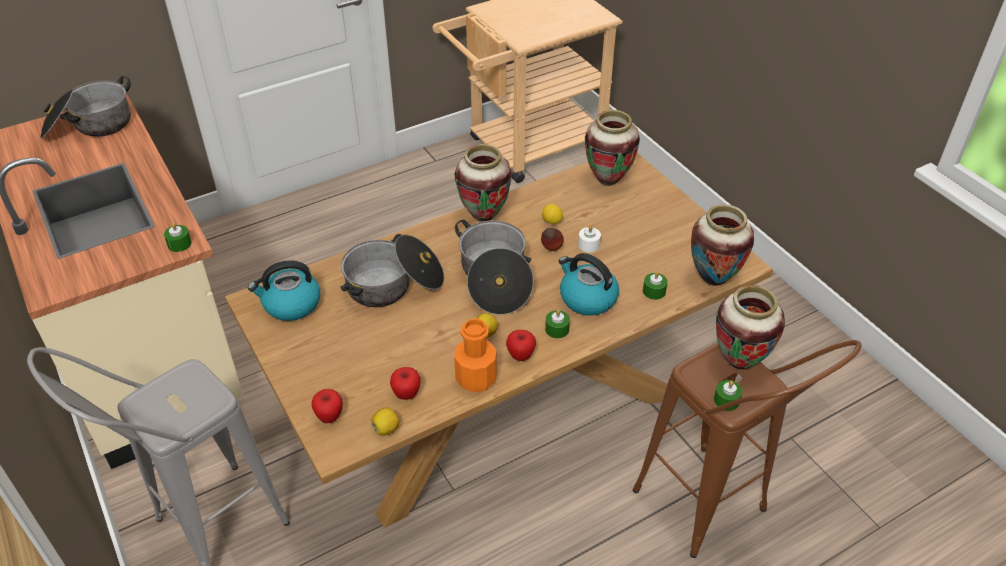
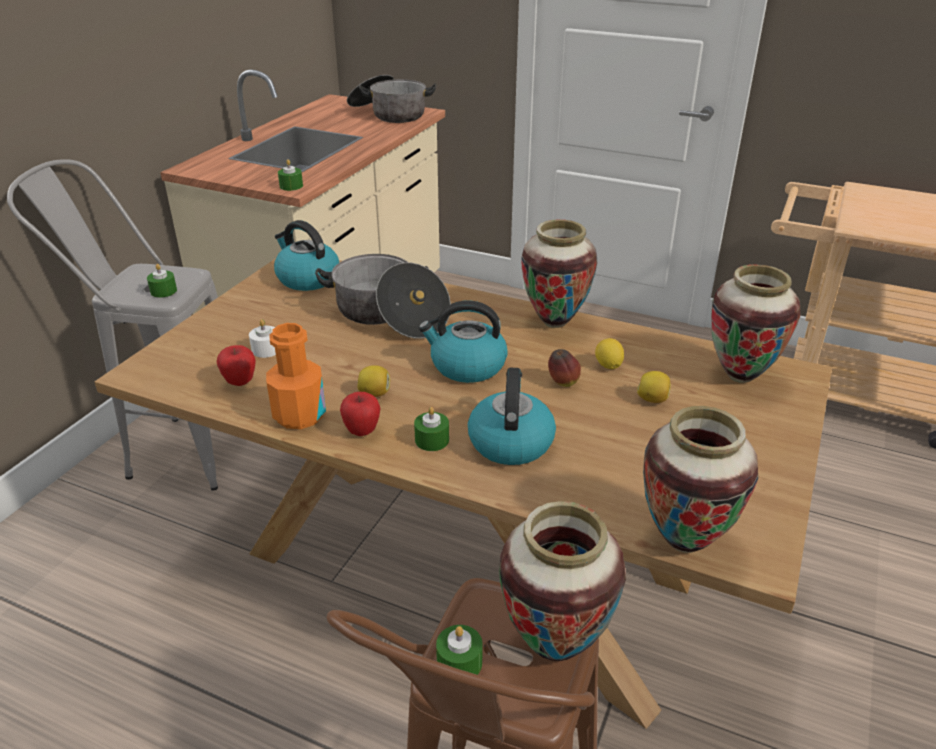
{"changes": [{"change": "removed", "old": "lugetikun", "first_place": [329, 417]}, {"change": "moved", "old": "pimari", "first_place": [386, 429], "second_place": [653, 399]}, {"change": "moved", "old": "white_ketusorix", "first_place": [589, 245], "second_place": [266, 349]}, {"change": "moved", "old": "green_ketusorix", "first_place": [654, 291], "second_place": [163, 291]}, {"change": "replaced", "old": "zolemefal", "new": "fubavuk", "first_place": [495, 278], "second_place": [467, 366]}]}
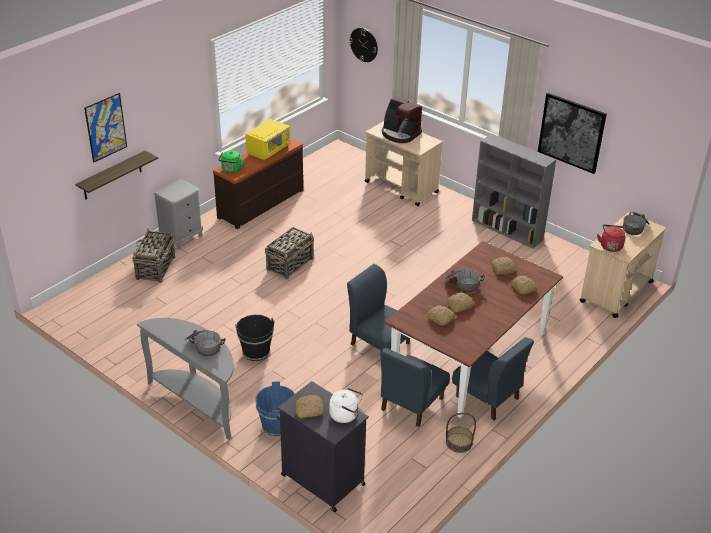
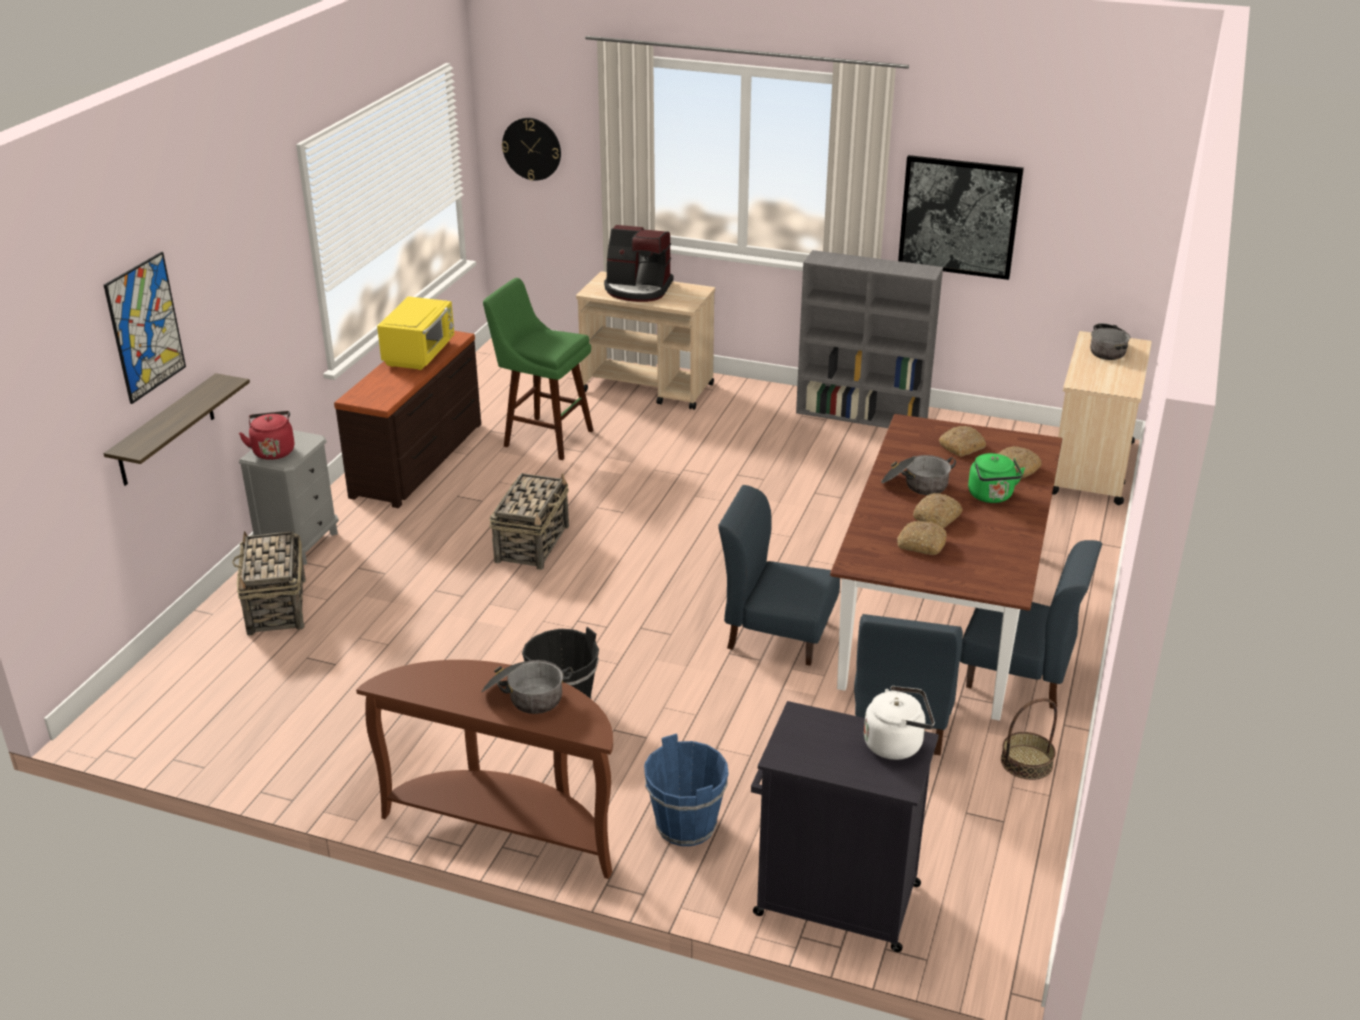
{"changes": [{"change": "removed", "old": "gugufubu", "first_place": [309, 410]}, {"change": "added", "new": "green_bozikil", "second_place": [543, 437]}, {"change": "moved", "old": "green_fubavuk", "first_place": [231, 170], "second_place": [991, 496]}, {"change": "moved", "old": "red_fubavuk", "first_place": [610, 246], "second_place": [273, 451]}, {"change": "recoloured", "old": "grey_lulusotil", "new": "brown_lulusotil", "first_place": [199, 402], "second_place": [507, 825]}]}
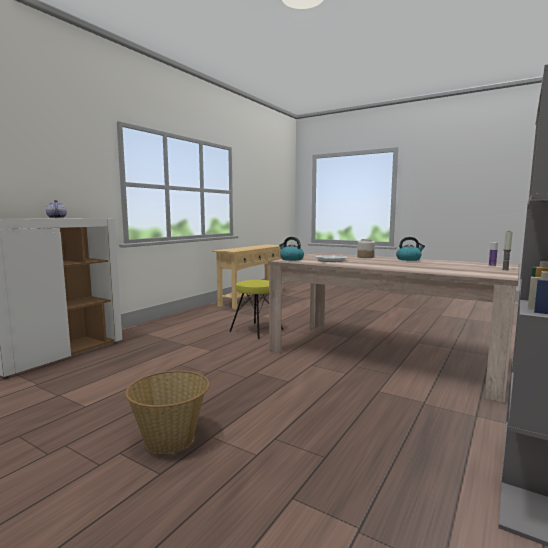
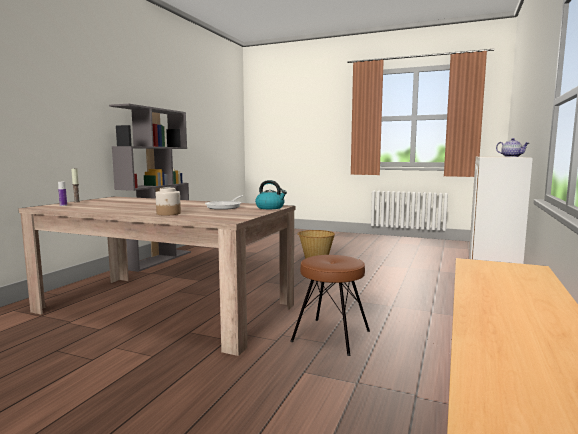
{"changes": [{"change": "removed", "old": "fubavuk", "first_place": [409, 259]}, {"change": "recoloured", "old": "yellow_bozikil", "new": "brown_bozikil", "first_place": [256, 330], "second_place": [331, 336]}]}
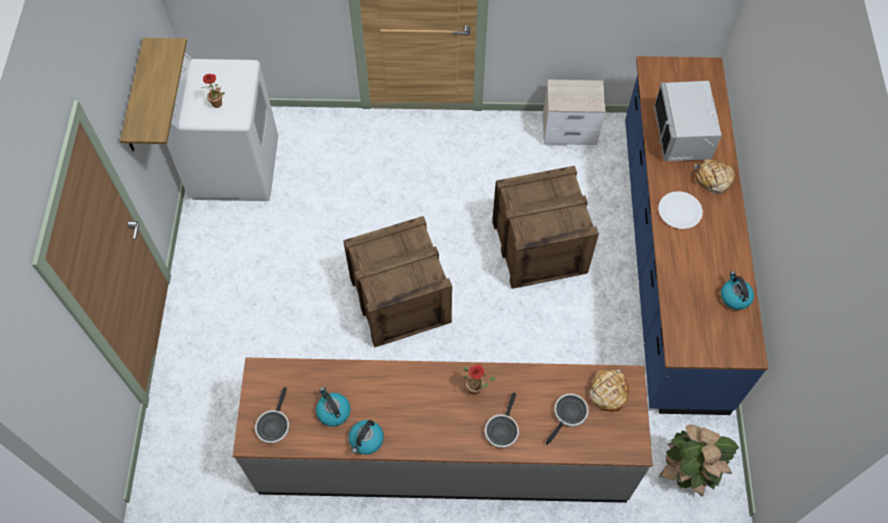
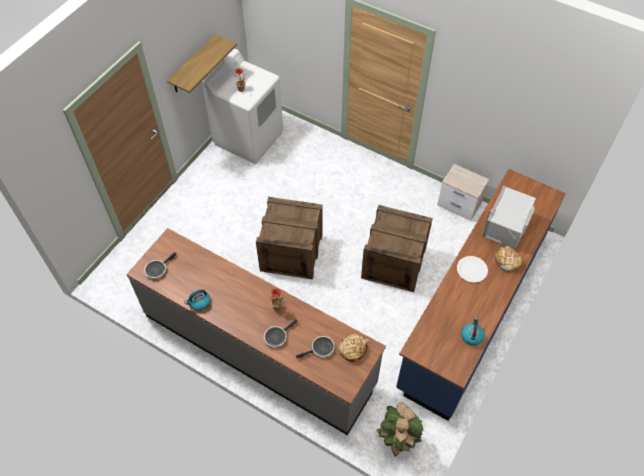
{"changes": [{"change": "removed", "old": "fubavuk", "first_place": [333, 411]}]}
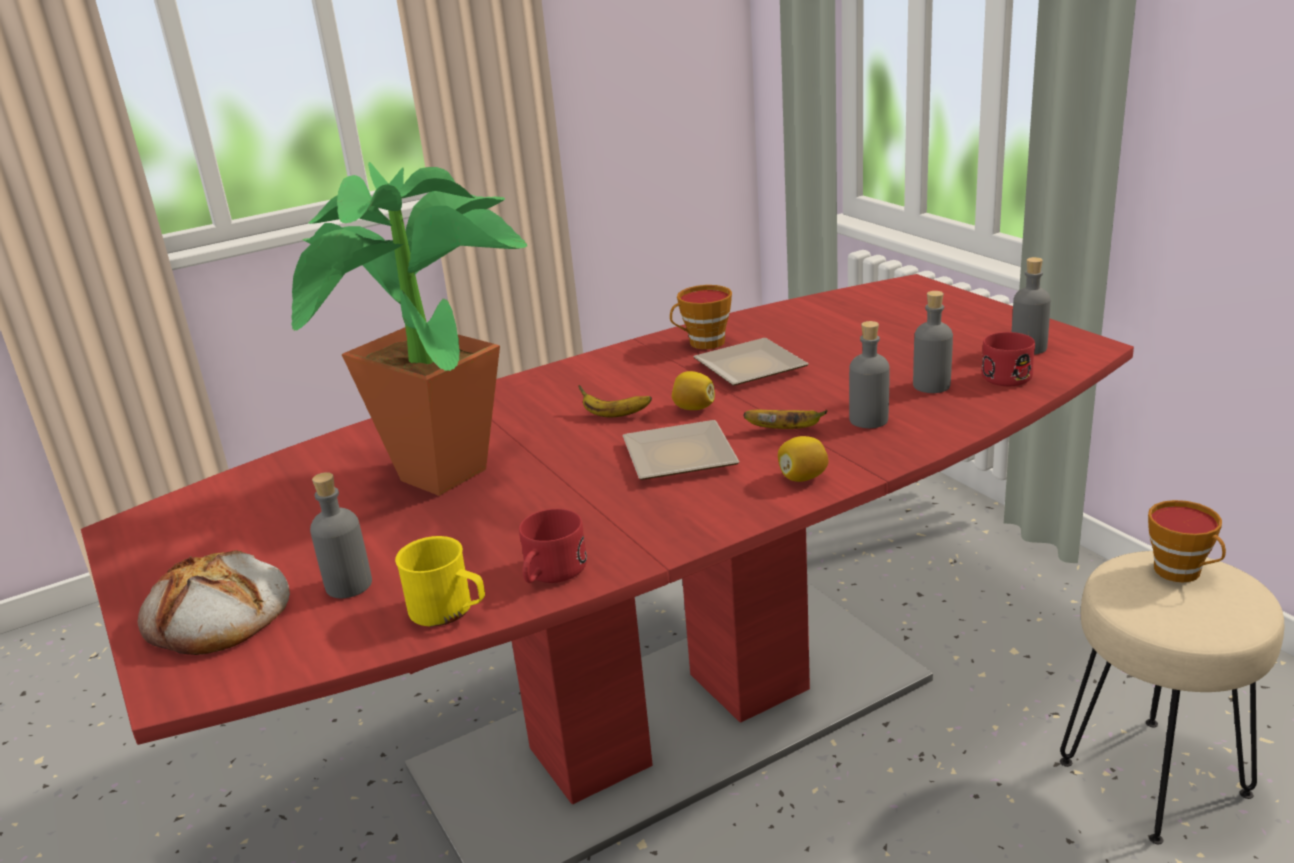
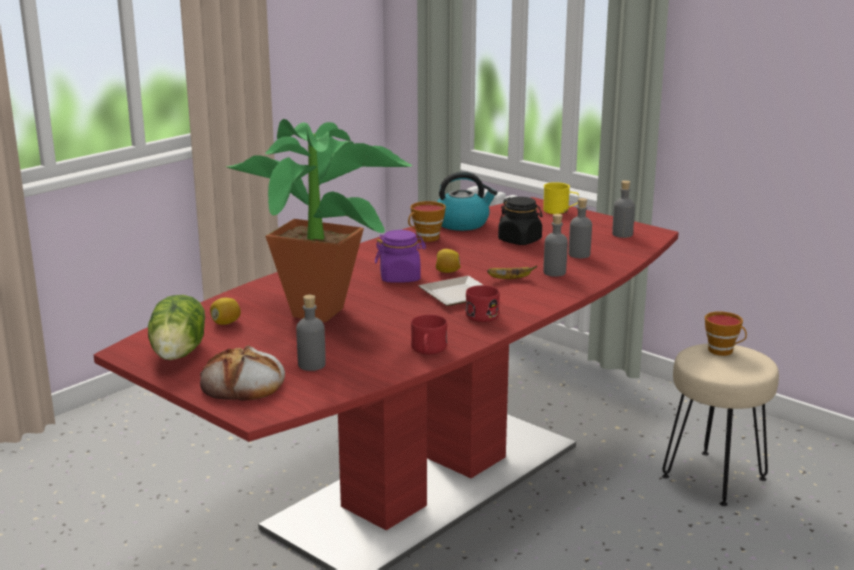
{"changes": [{"change": "removed", "old": "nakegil", "first_place": [754, 368]}, {"change": "added", "new": "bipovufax", "second_place": [179, 353]}, {"change": "added", "new": "fubavuk", "second_place": [462, 223]}, {"change": "added", "new": "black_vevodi", "second_place": [520, 240]}, {"change": "moved", "old": "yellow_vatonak", "first_place": [449, 610], "second_place": [560, 210]}, {"change": "moved", "old": "pimari", "first_place": [802, 478], "second_place": [225, 323]}, {"change": "moved", "old": "red_vatonak", "first_place": [1010, 374], "second_place": [484, 314]}, {"change": "replaced", "old": "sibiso", "new": "purple_vevodi", "first_place": [614, 415], "second_place": [400, 277]}]}
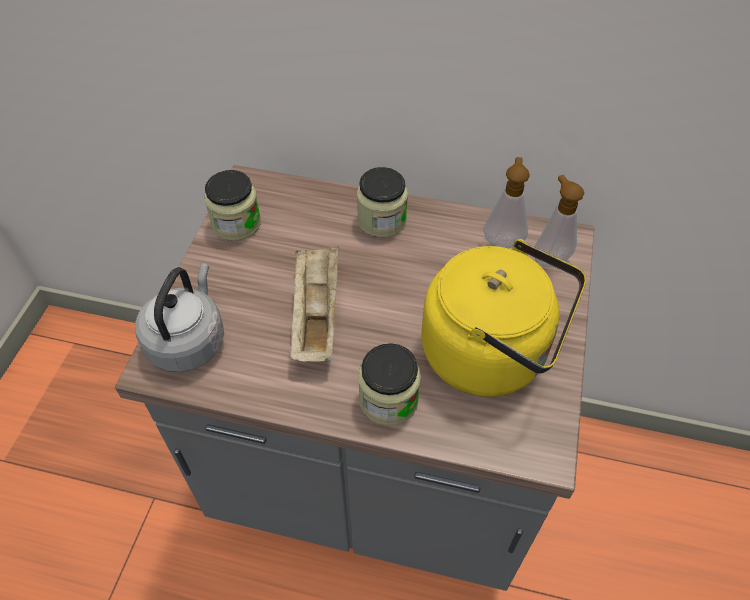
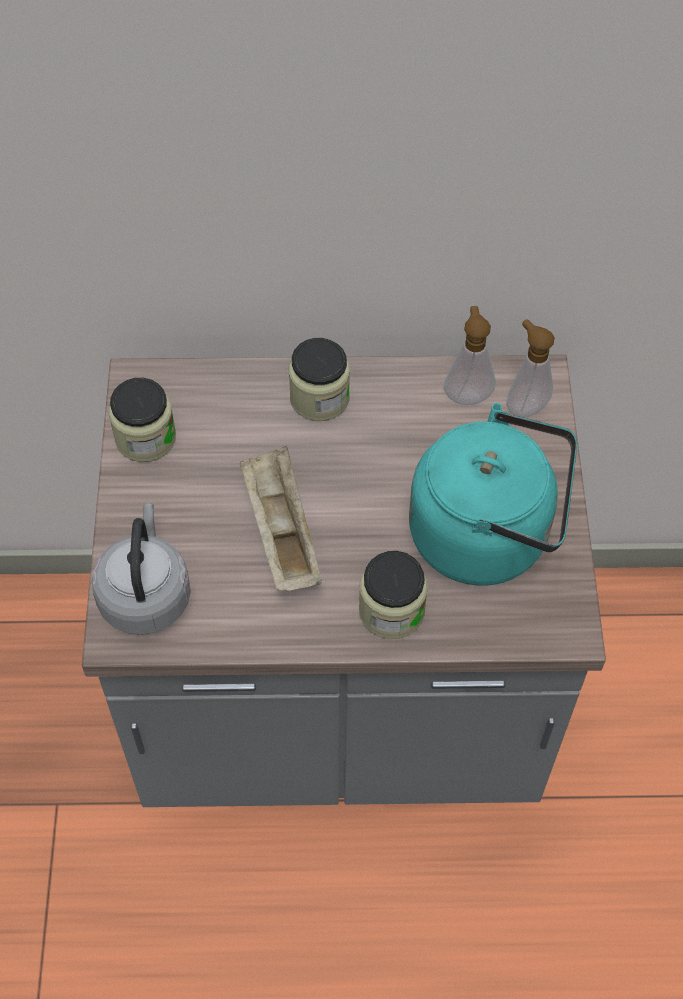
{"changes": [{"change": "recoloured", "old": "yellow_fubavuk", "new": "turquoise_fubavuk", "first_place": [491, 354], "second_place": [488, 535]}]}
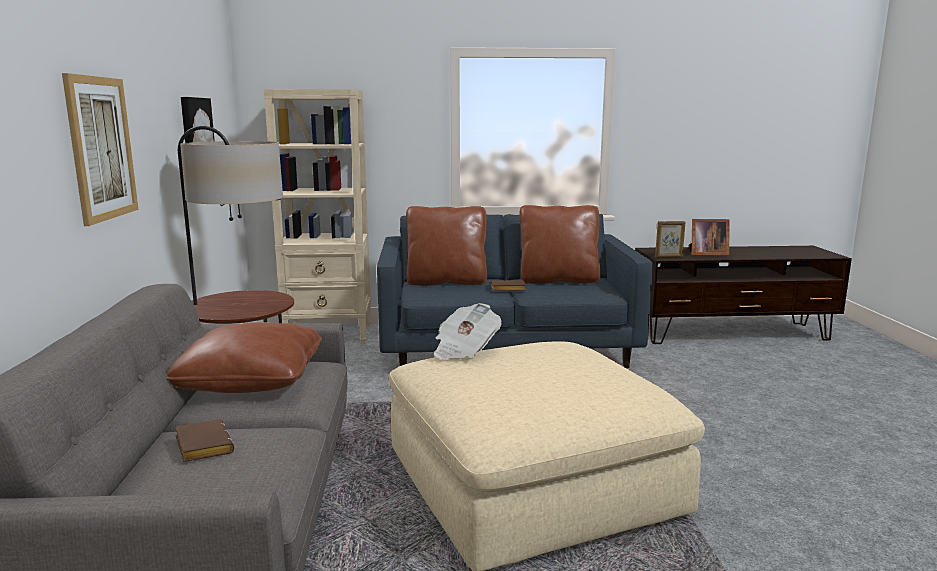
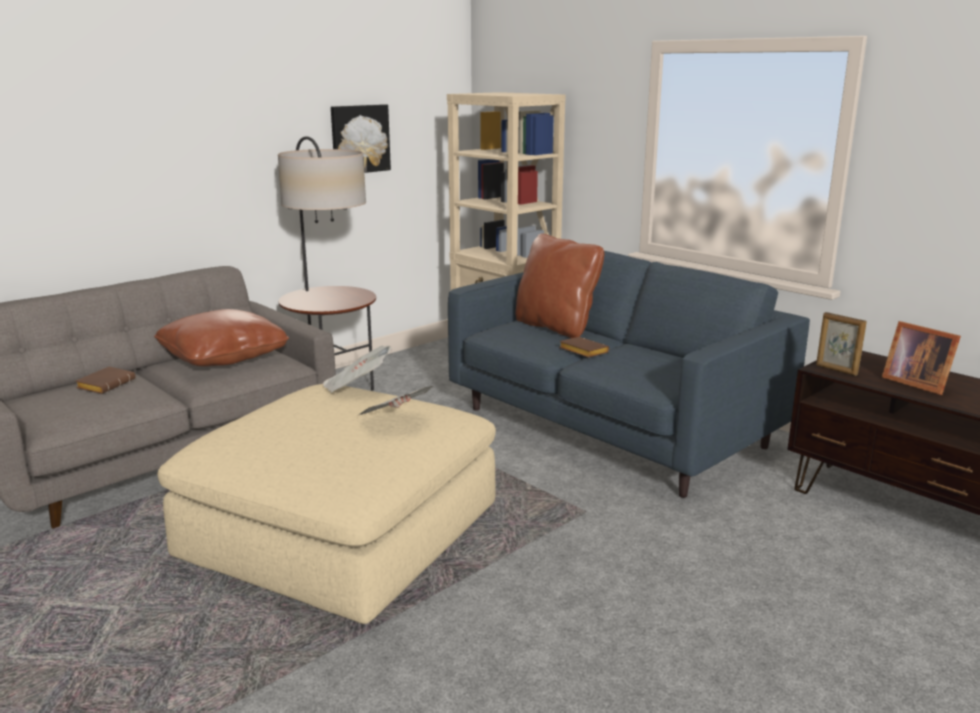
{"changes": [{"change": "removed", "old": "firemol", "first_place": [101, 148]}, {"change": "removed", "old": "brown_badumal", "first_place": [558, 280]}, {"change": "added", "new": "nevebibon", "second_place": [395, 420]}]}
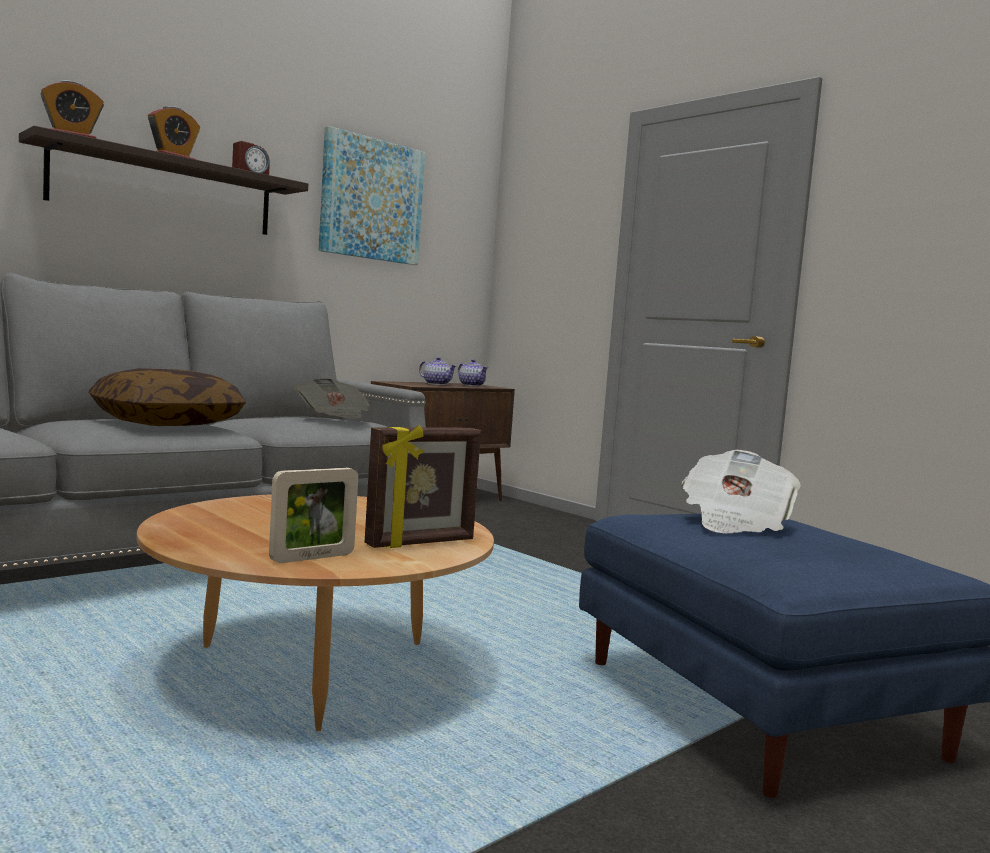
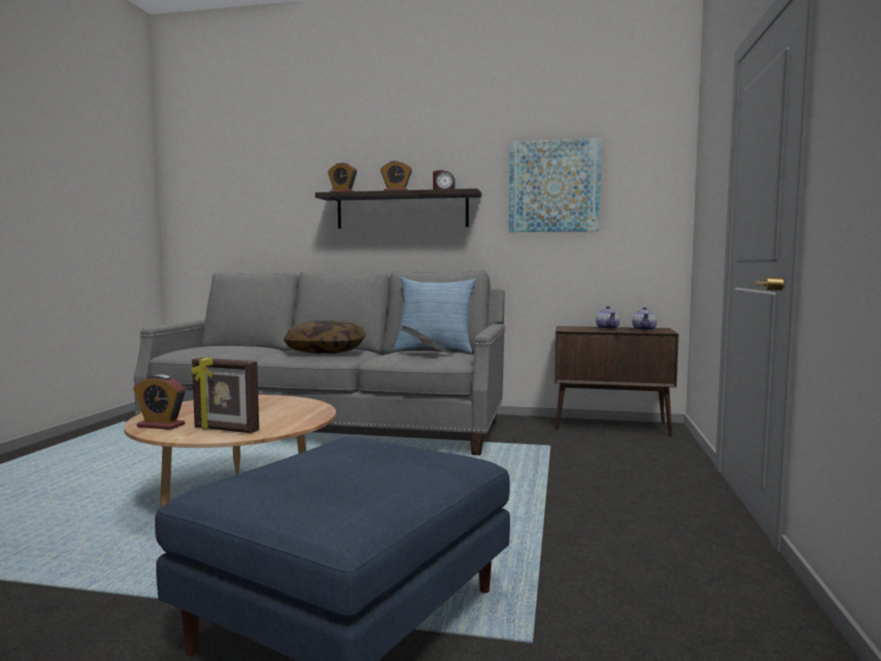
{"changes": [{"change": "removed", "old": "nevebibon", "first_place": [734, 523]}, {"change": "added", "new": "badumal", "second_place": [435, 349]}, {"change": "replaced", "old": "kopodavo", "new": "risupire", "first_place": [312, 557], "second_place": [161, 425]}]}
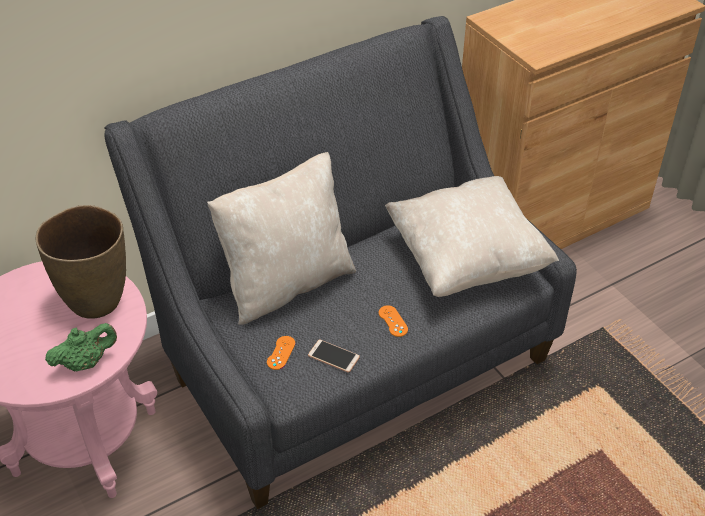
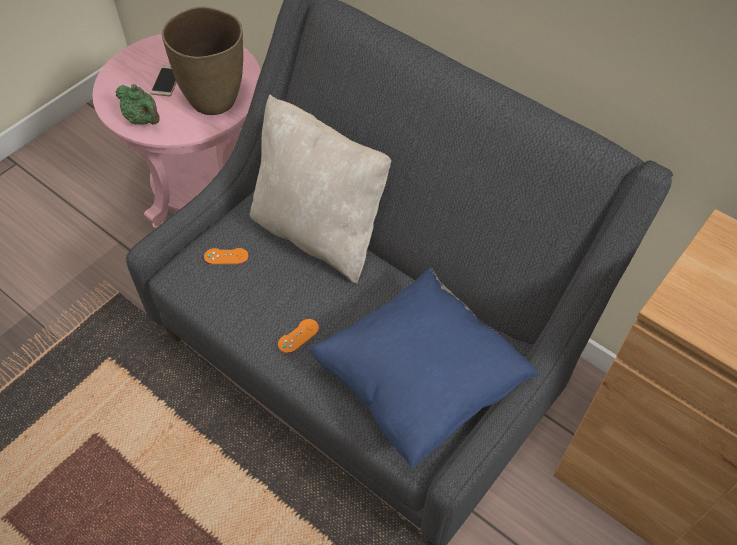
{"changes": [{"change": "moved", "old": "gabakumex", "first_place": [333, 356], "second_place": [166, 81]}, {"change": "recoloured", "old": "beige_badumal", "new": "blue_badumal", "first_place": [466, 260], "second_place": [419, 383]}]}
